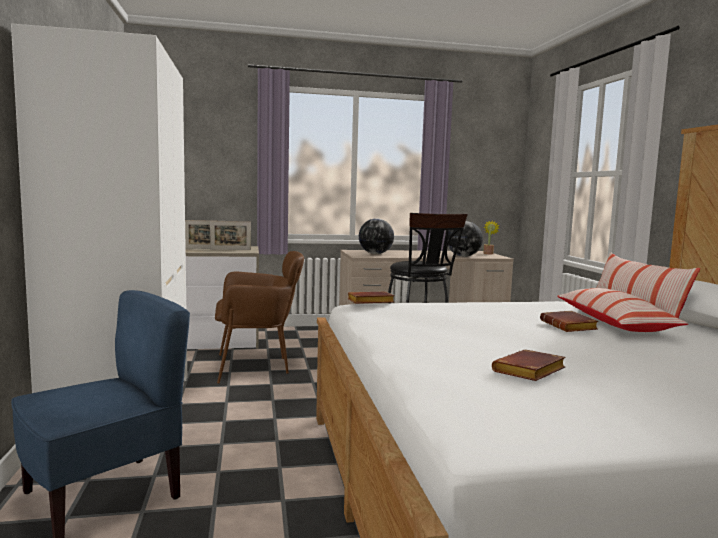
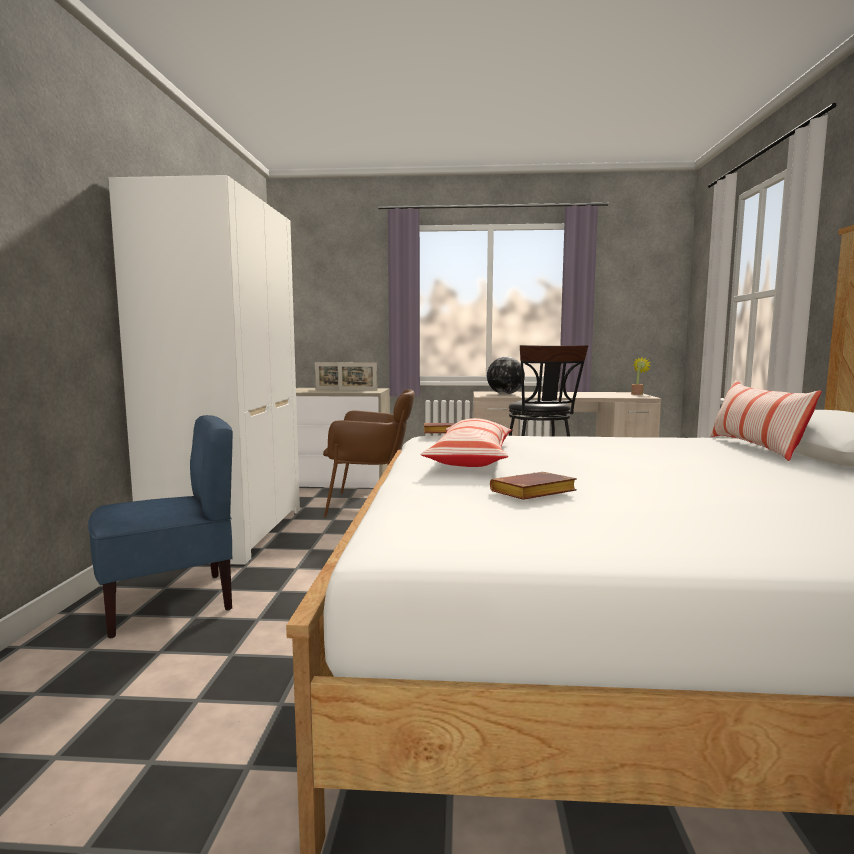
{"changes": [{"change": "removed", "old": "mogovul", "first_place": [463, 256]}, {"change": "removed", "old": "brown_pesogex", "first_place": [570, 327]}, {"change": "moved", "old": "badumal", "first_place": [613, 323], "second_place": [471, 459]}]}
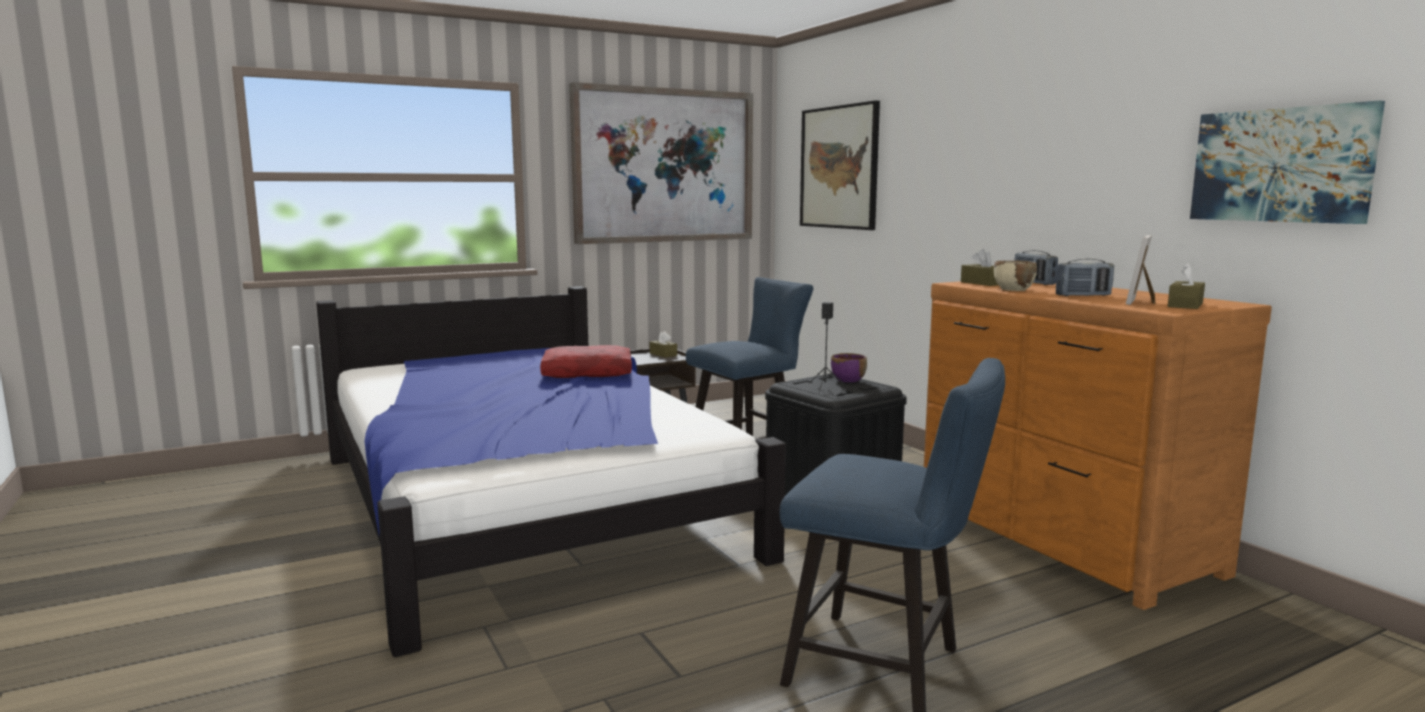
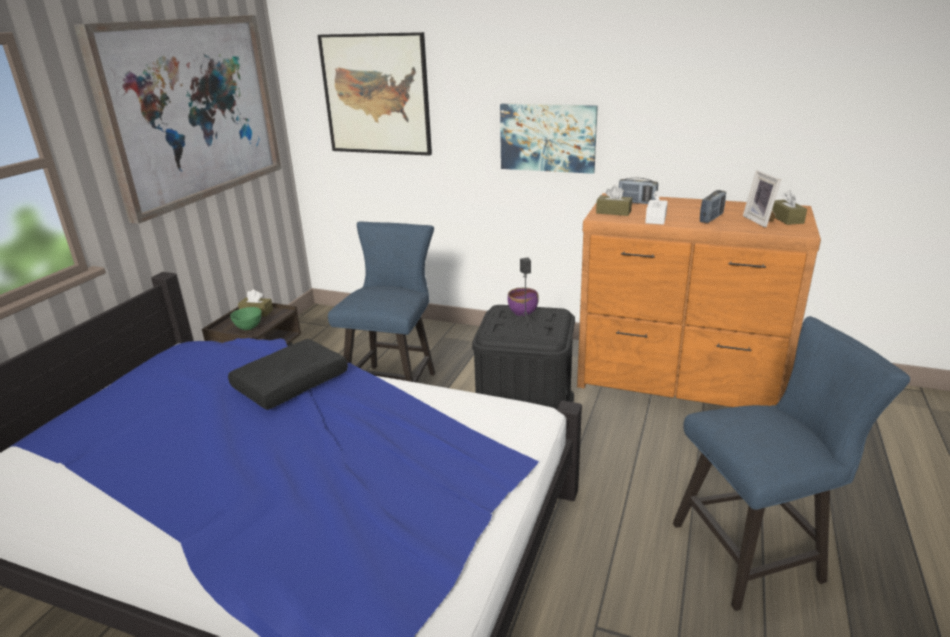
{"changes": [{"change": "added", "new": "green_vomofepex", "second_place": [249, 327]}, {"change": "moved", "old": "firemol", "first_place": [1281, 165], "second_place": [548, 137]}, {"change": "replaced", "old": "beige_vomofepex", "new": "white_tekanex", "first_place": [1013, 289], "second_place": [656, 219]}, {"change": "recoloured", "old": "red_badumal", "new": "black_badumal", "first_place": [588, 373], "second_place": [291, 382]}]}
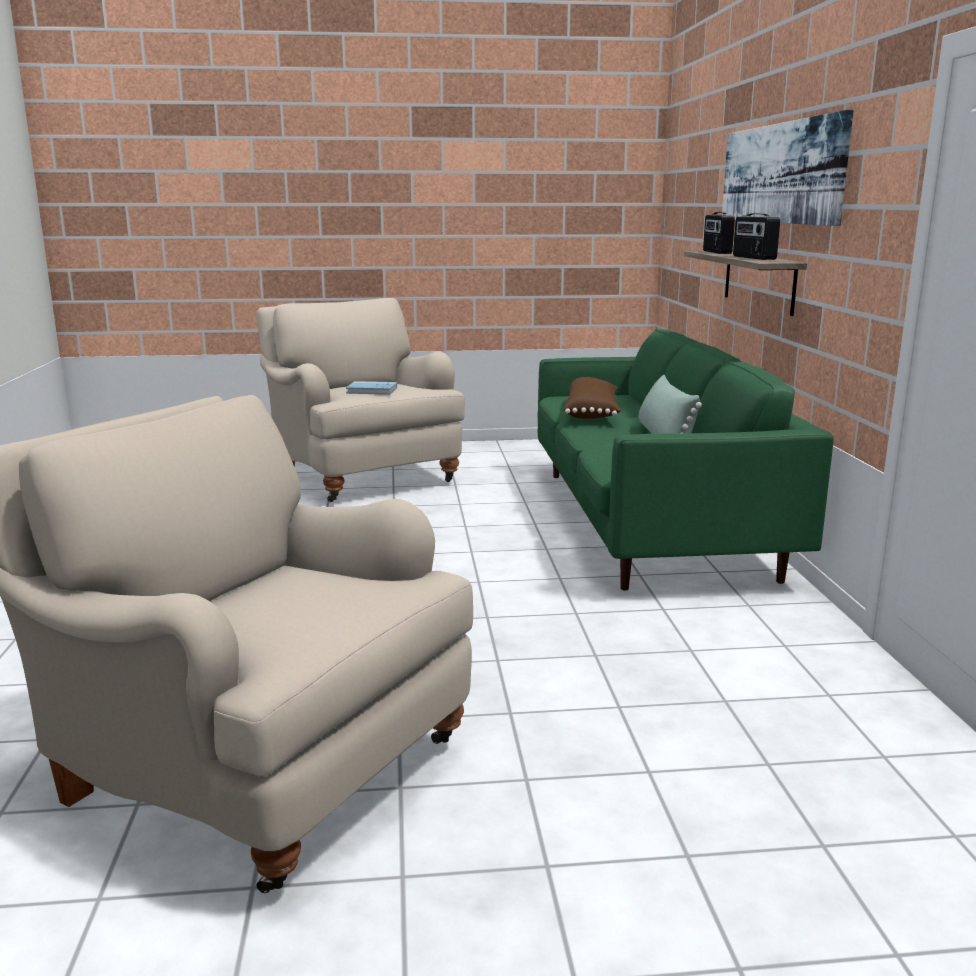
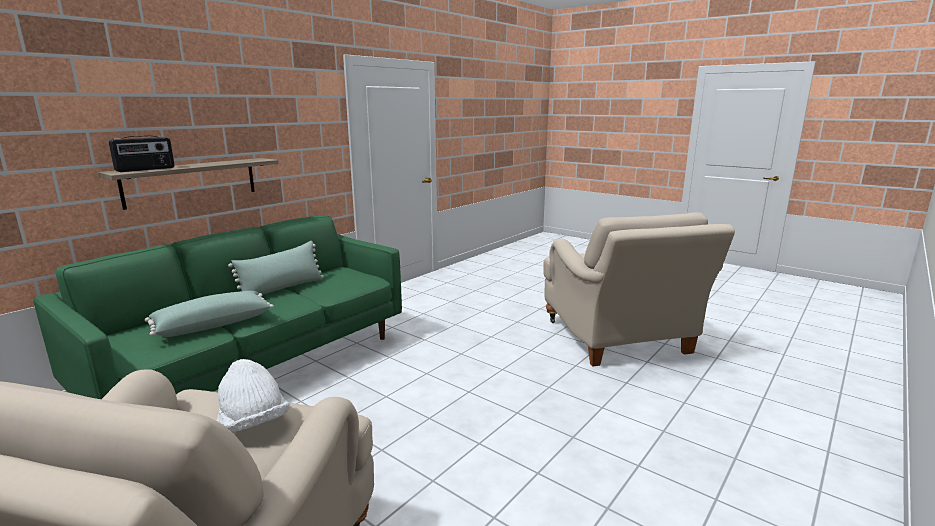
{"changes": [{"change": "removed", "old": "firemol", "first_place": [780, 173]}, {"change": "removed", "old": "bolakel", "first_place": [753, 258]}, {"change": "replaced", "old": "blue_pesogex", "new": "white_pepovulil", "first_place": [372, 390], "second_place": [254, 423]}, {"change": "recoloured", "old": "brown_badumal", "new": "green_badumal", "first_place": [592, 414], "second_place": [213, 324]}]}
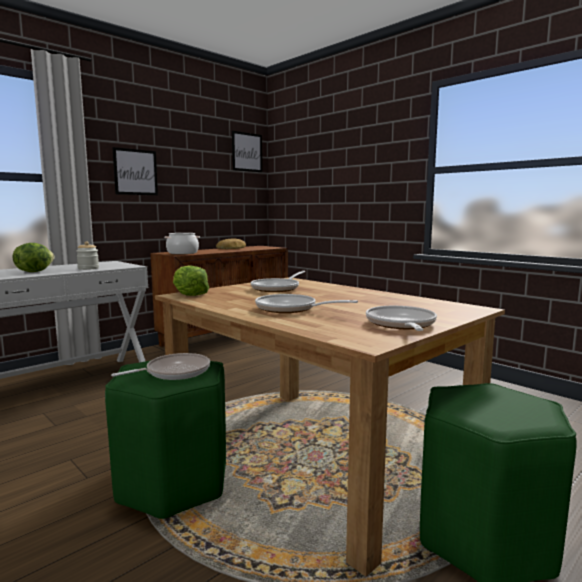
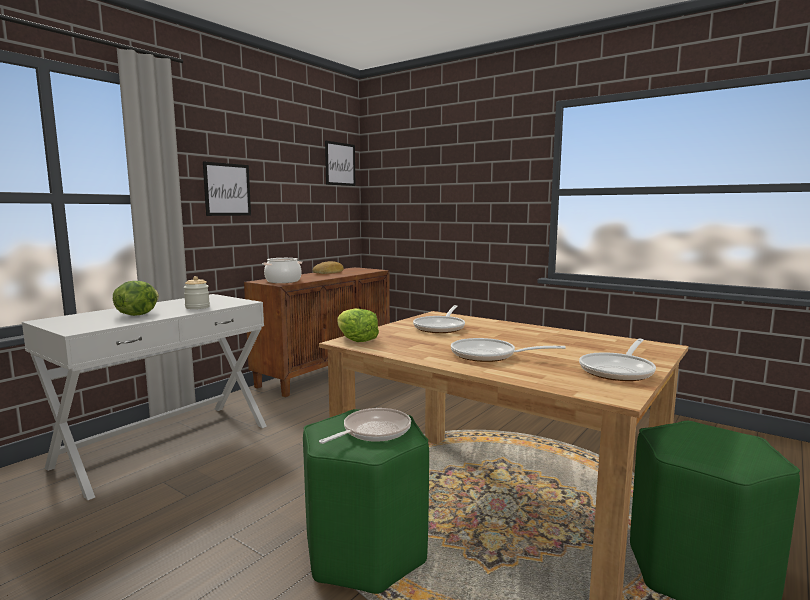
{"changes": [{"change": "turned", "old": "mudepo", "first_place": [401, 325], "second_place": [618, 371], "degrees": -135}]}
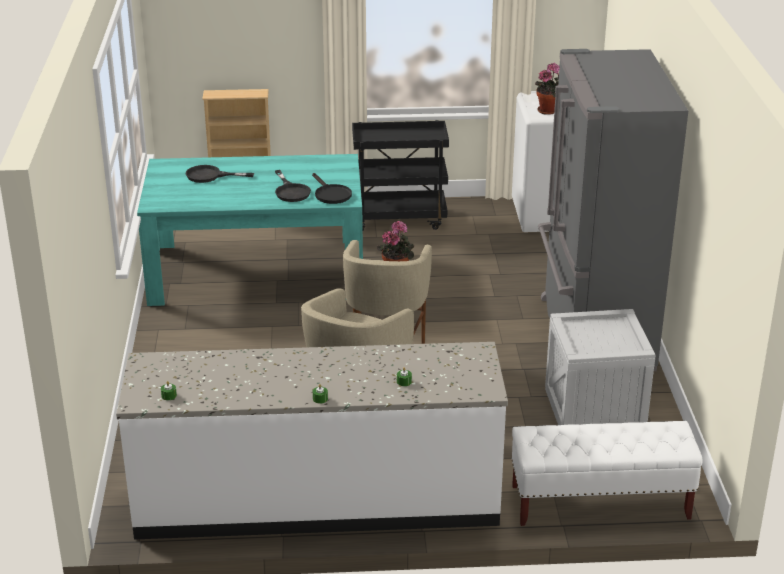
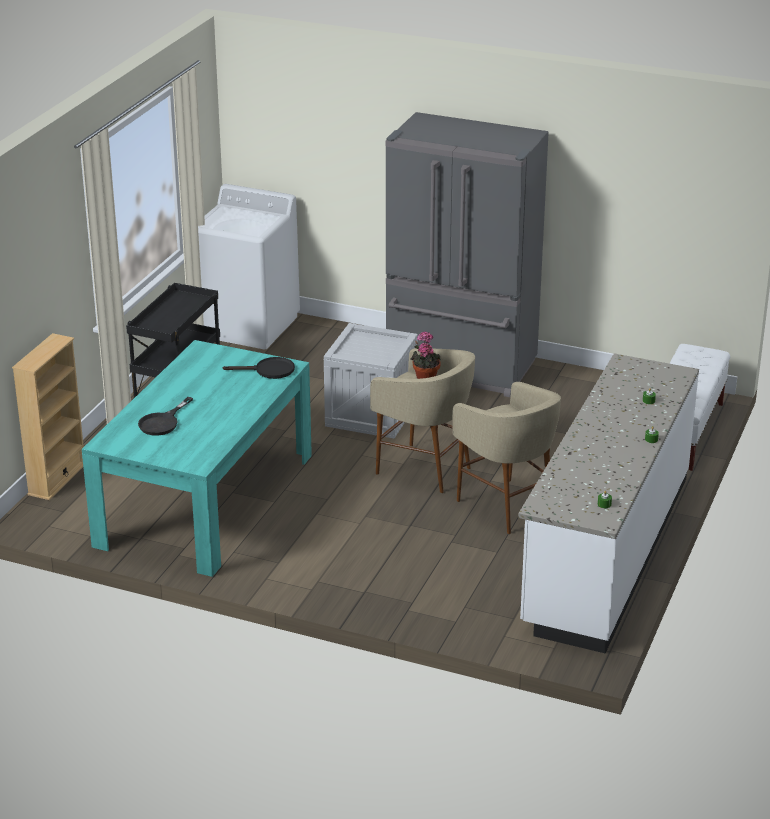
{"changes": [{"change": "removed", "old": "black_mudepo", "first_place": [291, 191]}, {"change": "removed", "old": "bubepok", "first_place": [549, 111]}, {"change": "moved", "old": "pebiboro", "first_place": [595, 411], "second_place": [372, 414]}]}
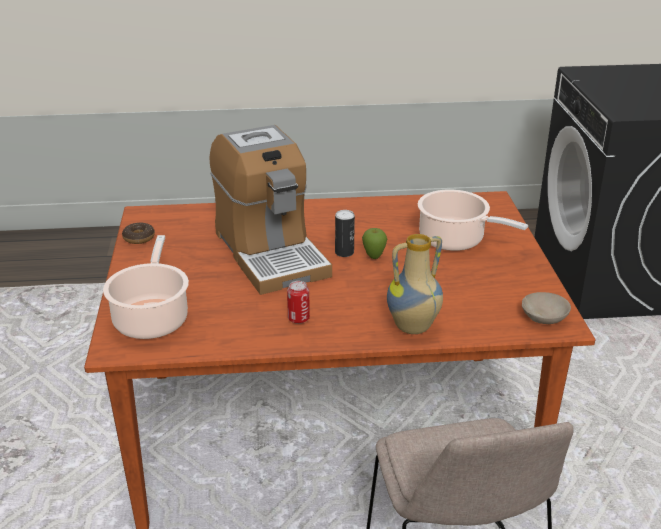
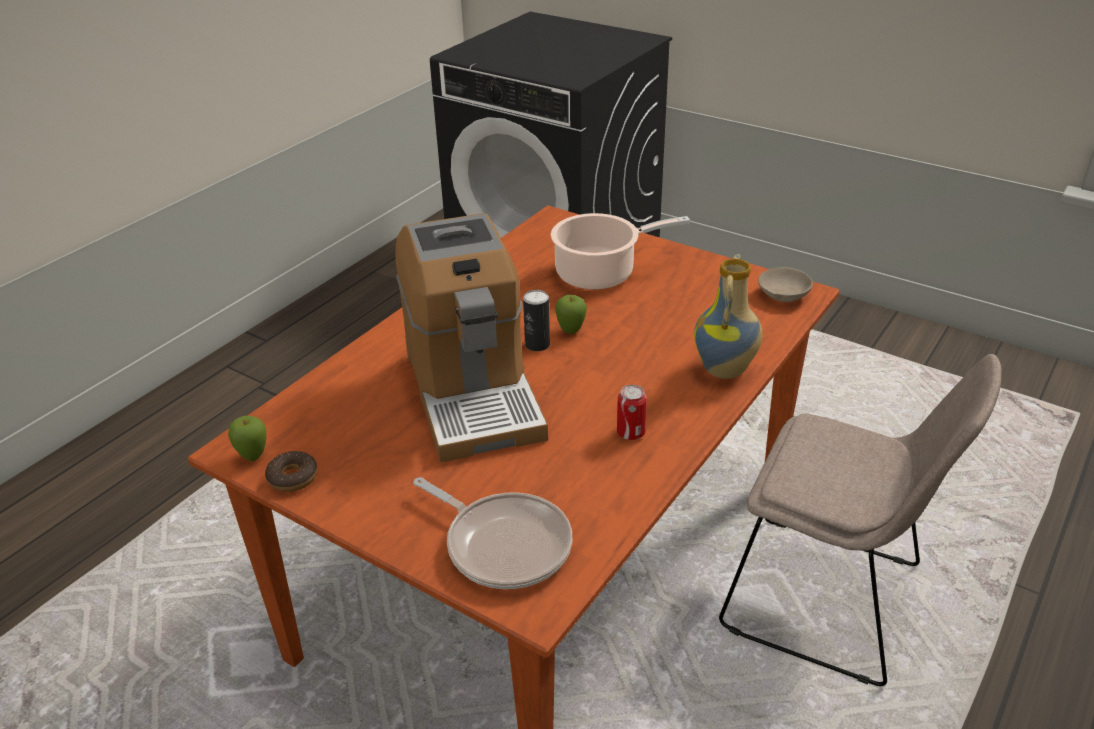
{"changes": [{"change": "added", "new": "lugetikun", "second_place": [253, 457]}, {"change": "replaced", "old": "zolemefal", "new": "mudepo", "first_place": [152, 318], "second_place": [503, 544]}, {"change": "turned", "old": "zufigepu", "first_place": [270, 253], "second_place": [472, 392], "degrees": 60}]}
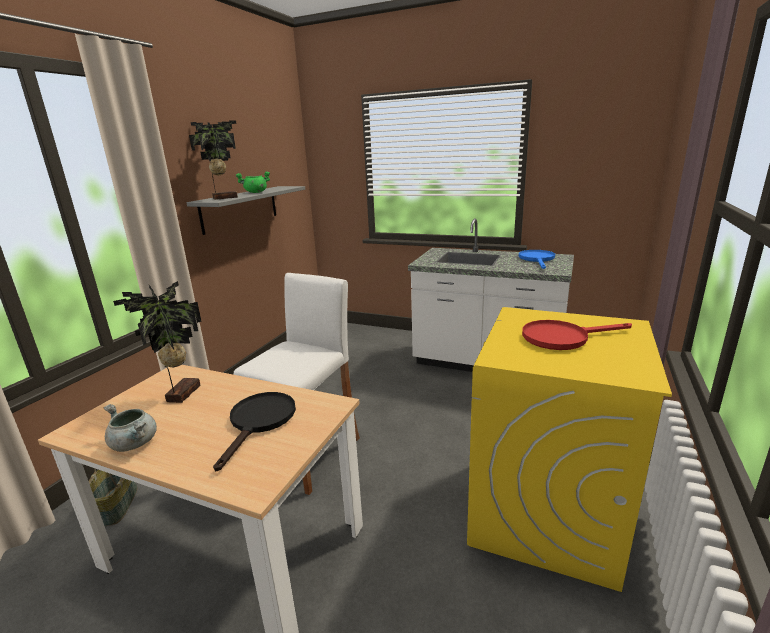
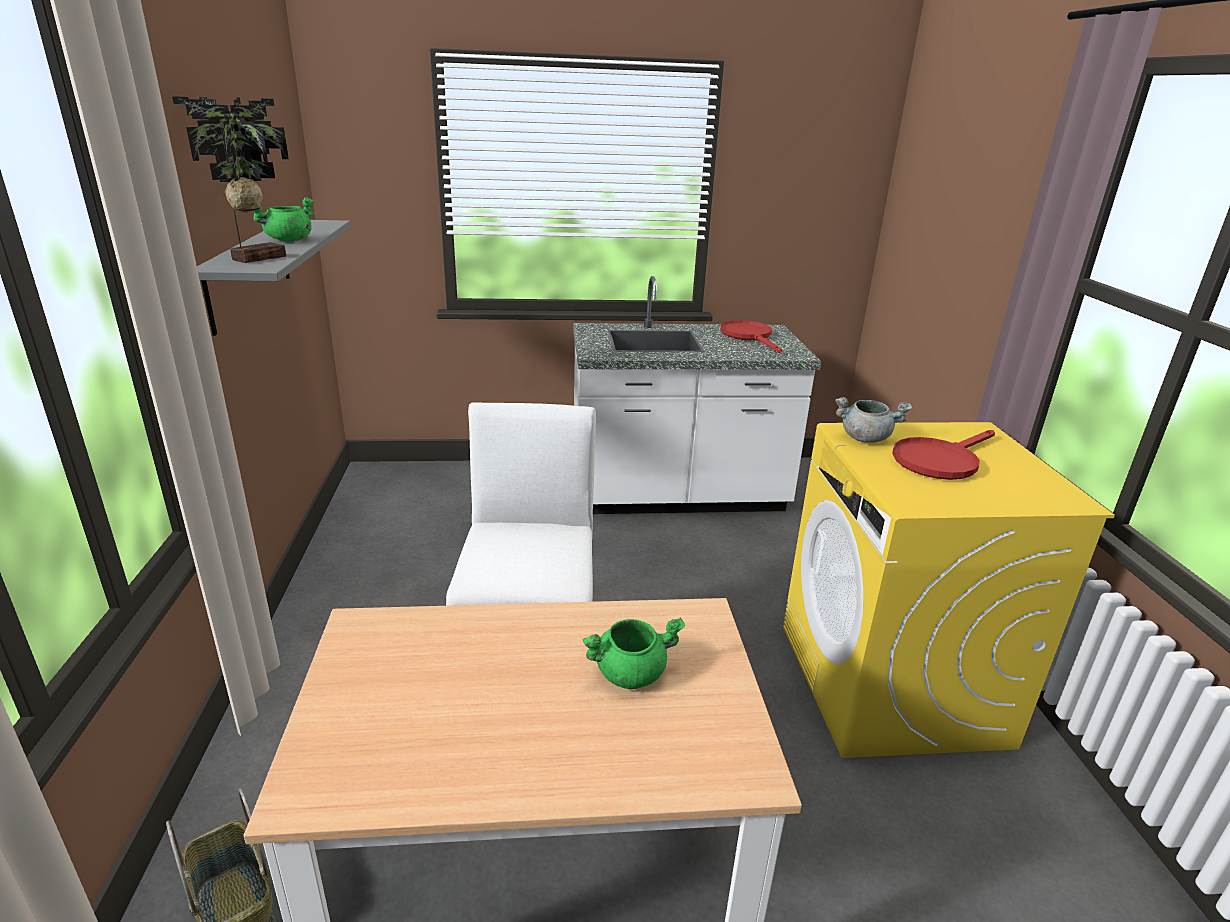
{"changes": [{"change": "removed", "old": "bubepok", "first_place": [181, 394]}, {"change": "moved", "old": "grey_zolemefal", "first_place": [135, 444], "second_place": [865, 438]}, {"change": "replaced", "old": "black_mudepo", "new": "green_zolemefal", "first_place": [259, 422], "second_place": [630, 673]}, {"change": "recoloured", "old": "blue_mudepo", "new": "red_mudepo", "first_place": [537, 259], "second_place": [749, 336]}]}
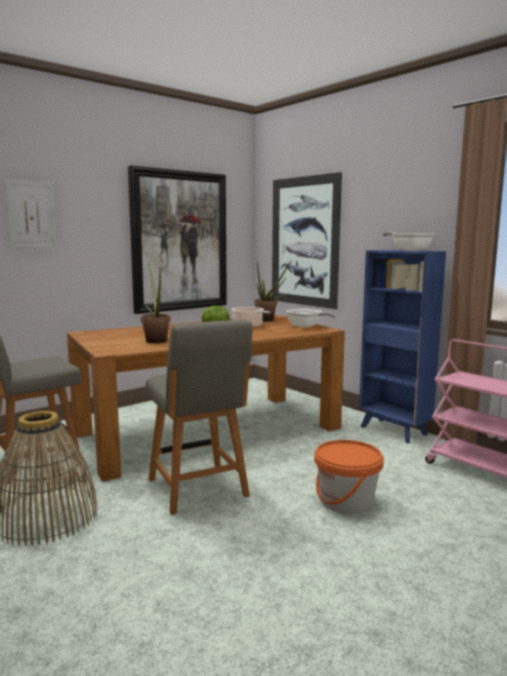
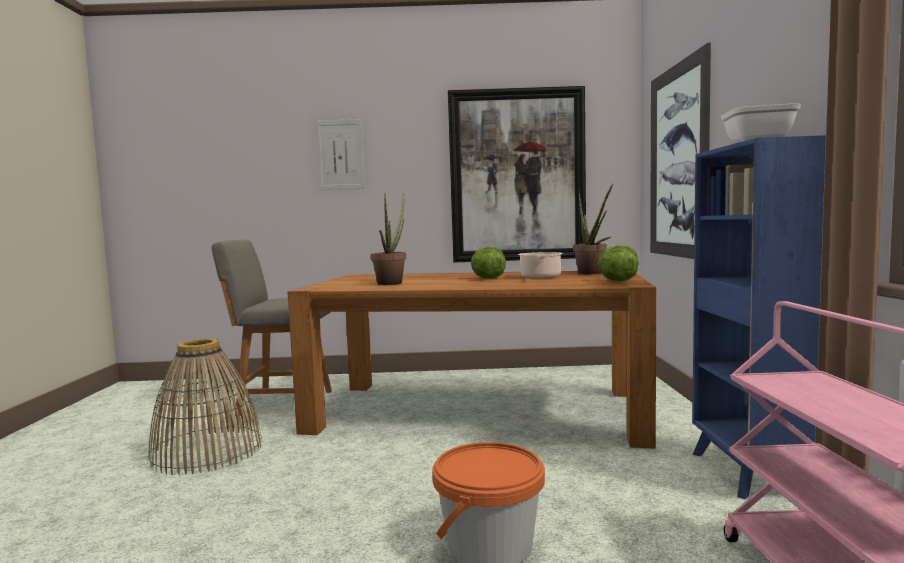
{"changes": [{"change": "removed", "old": "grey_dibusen", "first_place": [198, 489]}, {"change": "replaced", "old": "mudepo", "new": "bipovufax", "first_place": [307, 326], "second_place": [617, 281]}]}
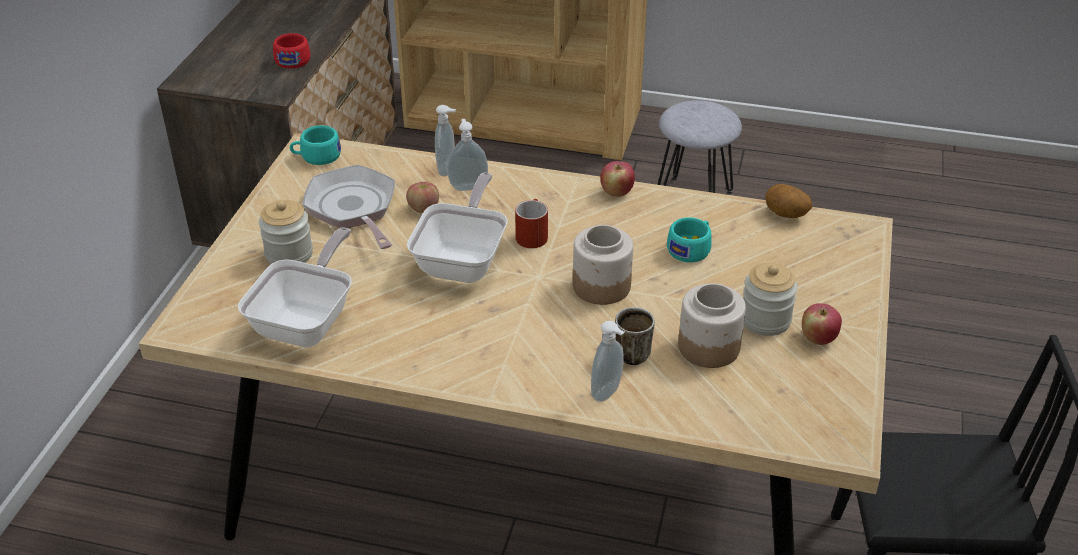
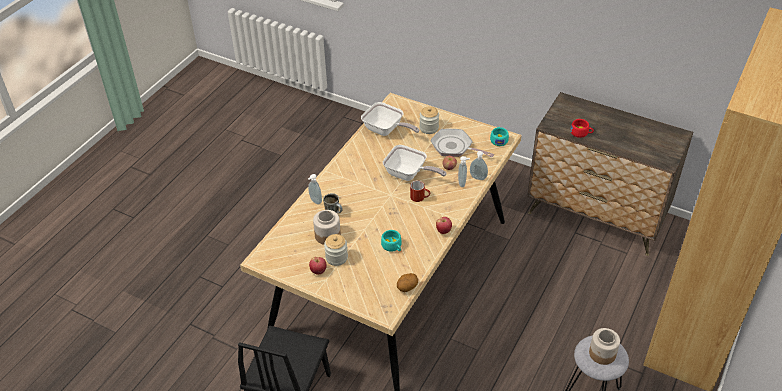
{"changes": [{"change": "moved", "old": "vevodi", "first_place": [602, 286], "second_place": [602, 354]}, {"change": "turned", "old": "mudepo", "first_place": [353, 209], "second_place": [454, 147], "degrees": -135}]}
